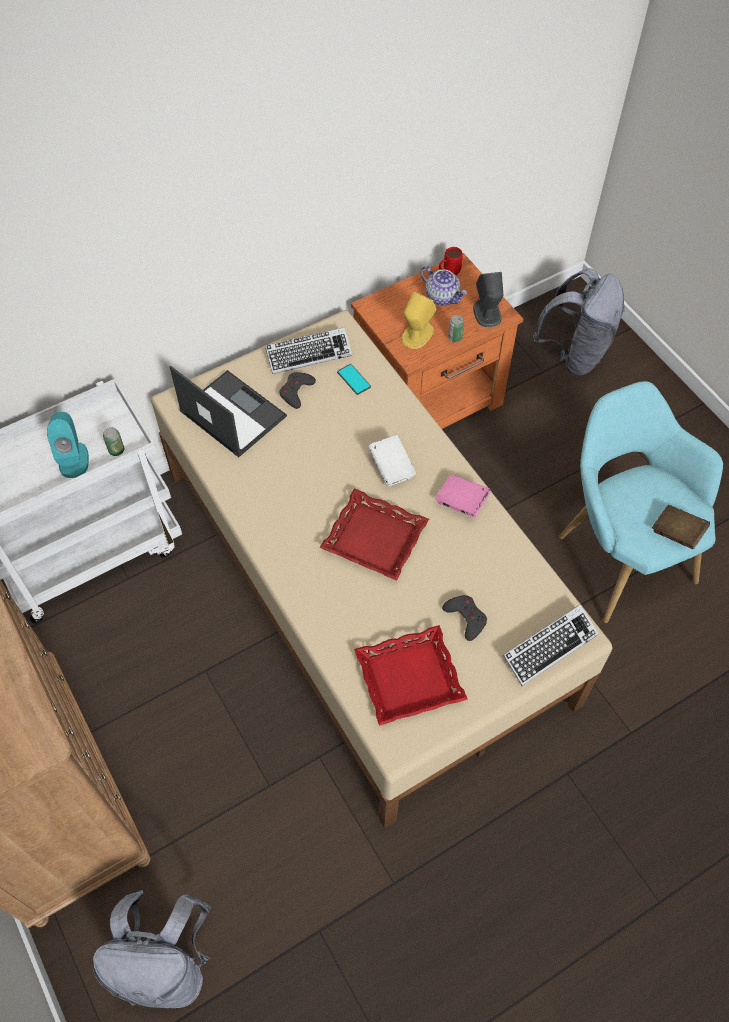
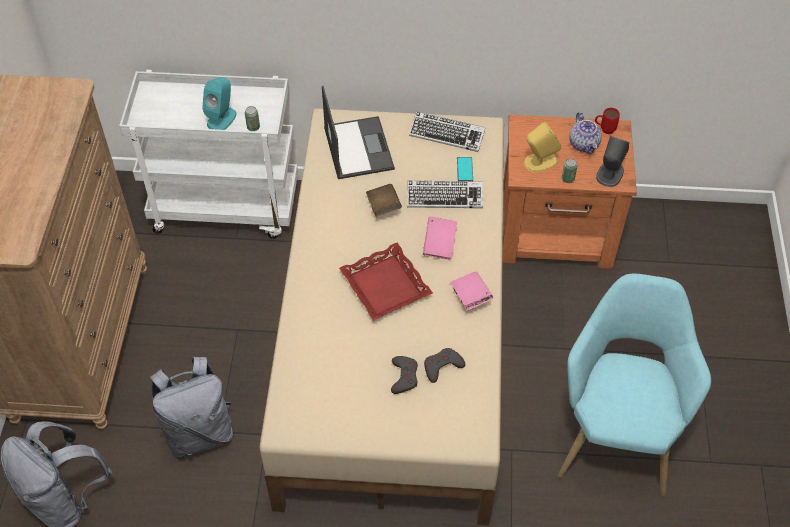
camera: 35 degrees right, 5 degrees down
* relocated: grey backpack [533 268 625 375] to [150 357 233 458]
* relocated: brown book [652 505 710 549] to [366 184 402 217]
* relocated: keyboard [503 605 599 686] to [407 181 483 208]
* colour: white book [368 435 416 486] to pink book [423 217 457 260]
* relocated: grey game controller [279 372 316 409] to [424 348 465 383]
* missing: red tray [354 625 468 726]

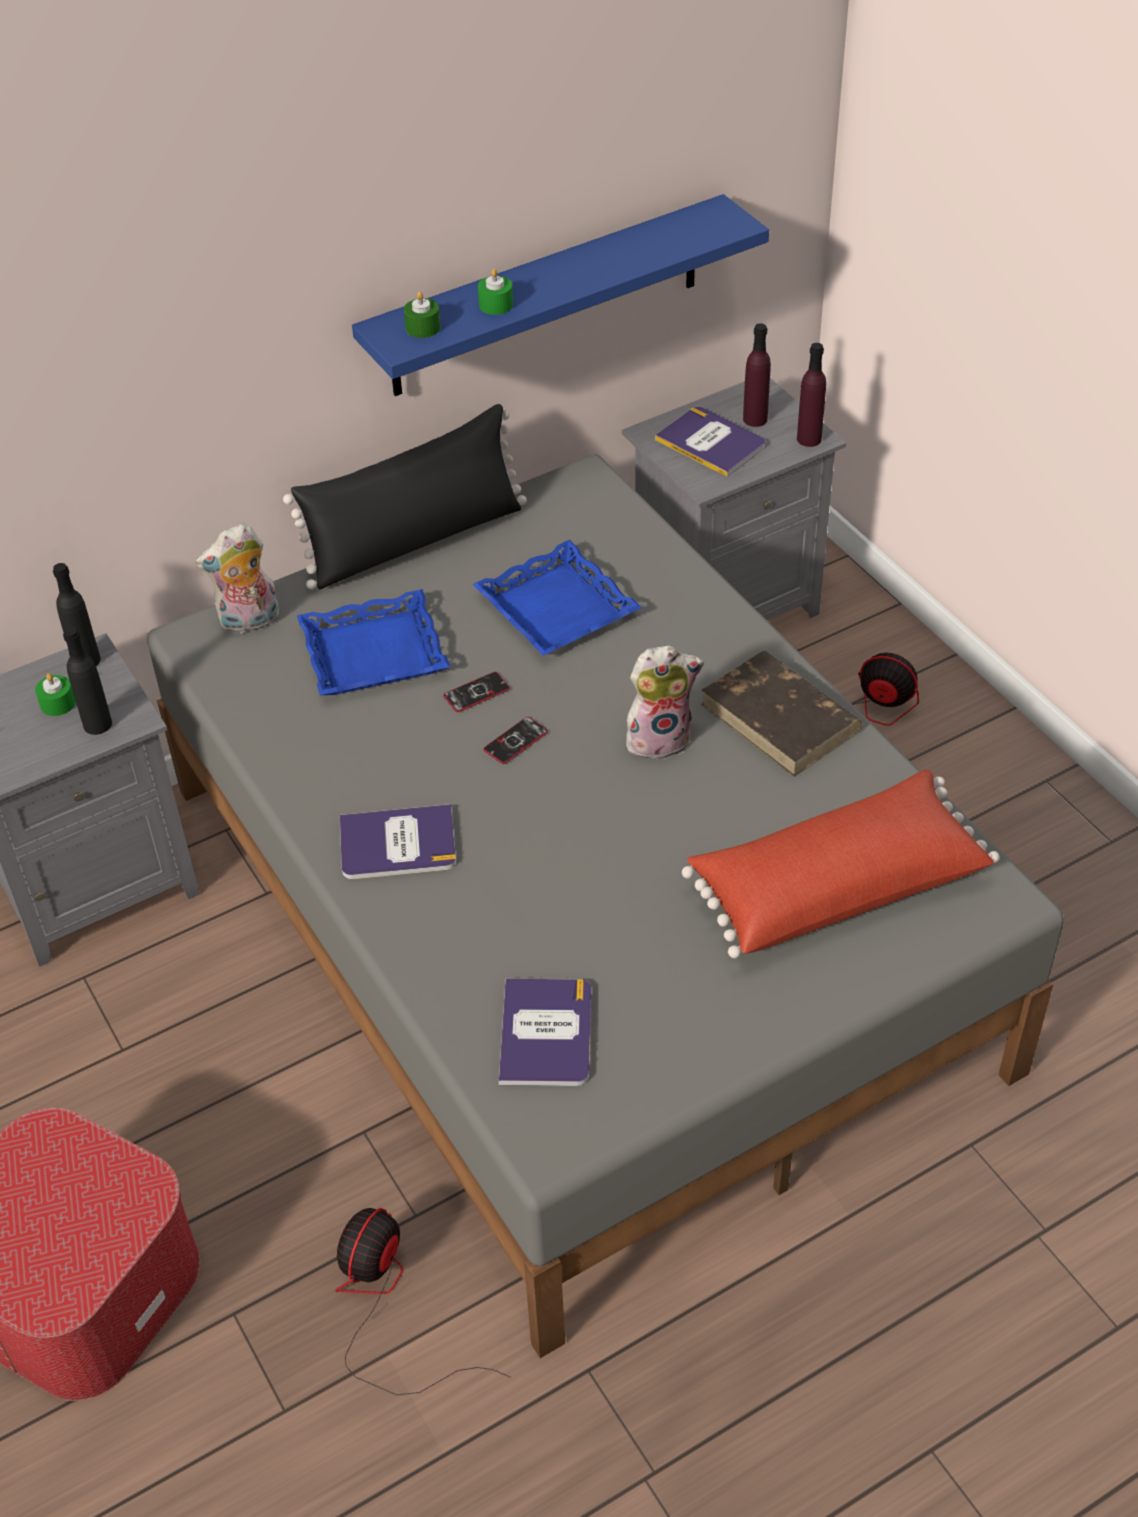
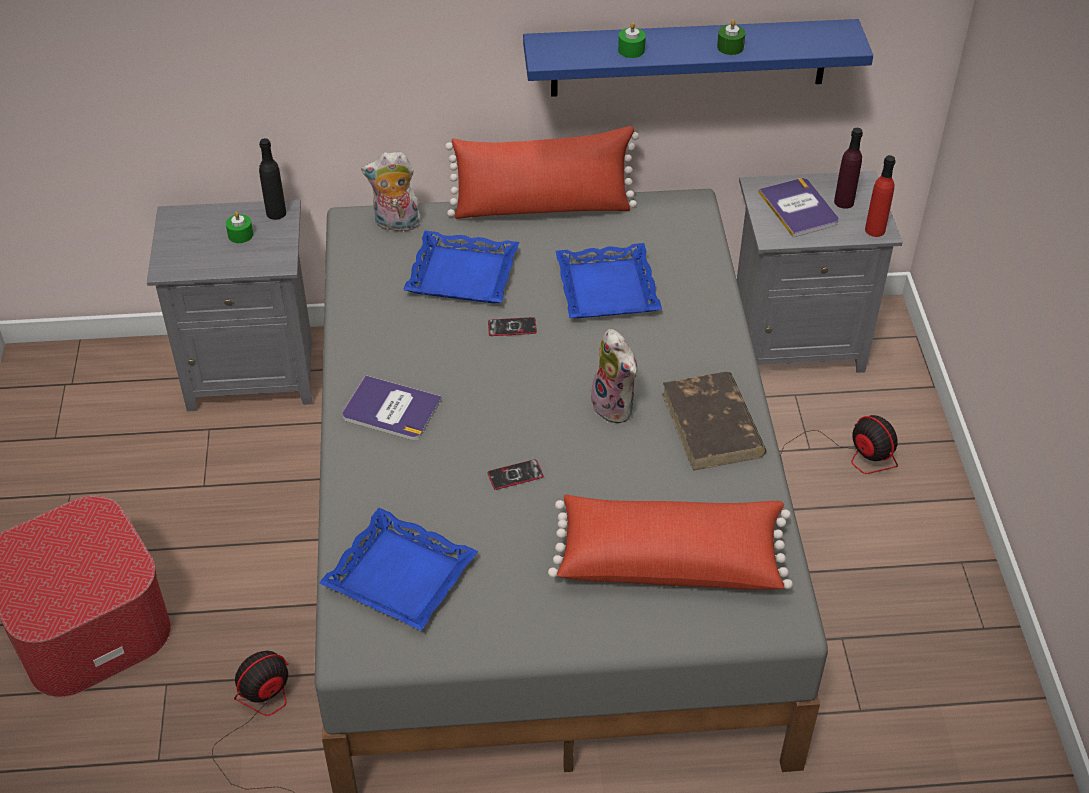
camera: 25 degrees right, 0 degrees up
* exchanged: book [498 979 591 1086] to blue tray [319 508 478 631]
* colour: black pillow [283 404 527 590] to red pillow [445 126 639 219]
* relocated: phone [483 717 548 764] to [488 459 544 490]
* spun: plush toy [626 646 704 760] = [591 329 637 423] 45 degrees clockwise
* relocated: green candle [404 291 440 338] to [717 19 745 55]
* colour: purple bottle [797 343 826 447] to red bottle [865 155 896 237]
* missing: black bottle [63 626 112 735]

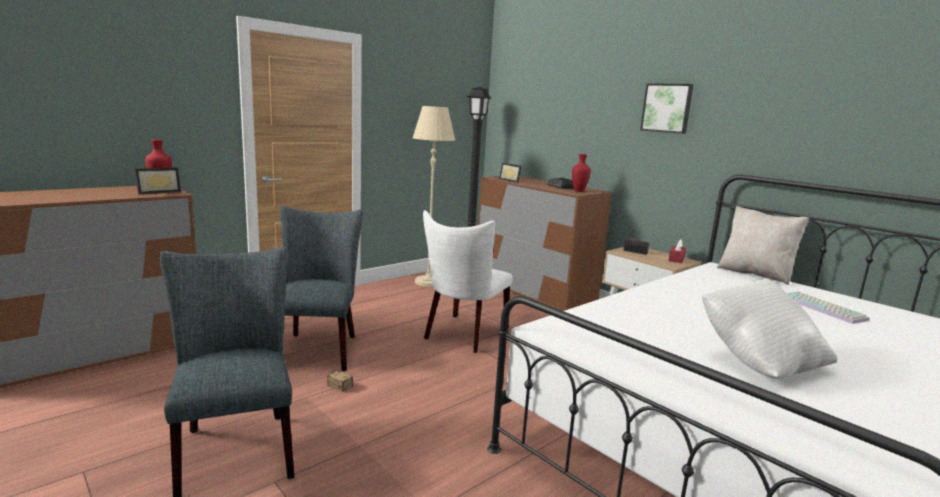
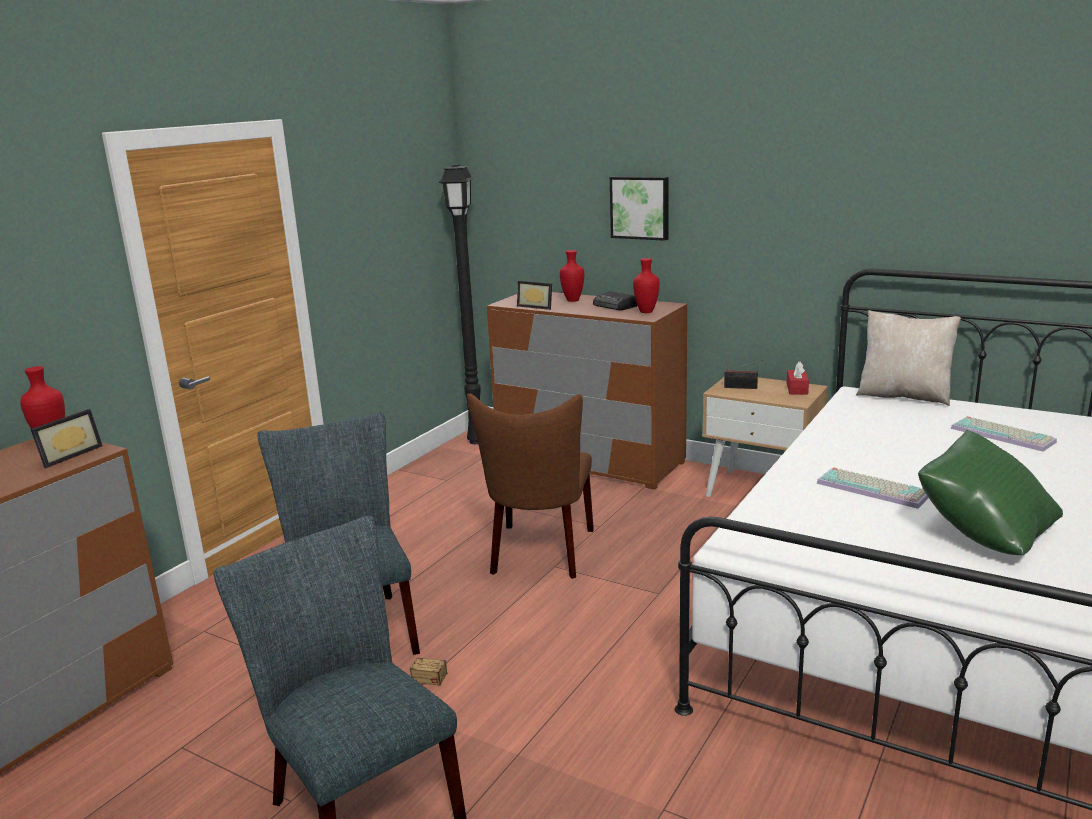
camera: 15 degrees left, 5 degrees up
* colour: white chair [423 210 513 353] to brown chair [467 393 594 579]
* appeared: red vase [560 250 584 302]
* relocated: picture [640 83 694 134] to [610 176 668 241]
* appeared: keyboard [817 467 929 509]
* colour: white pillow [702 278 837 379] to green pillow [918 430 1063 555]
* missing: beige floor lamp [413 106 455 287]

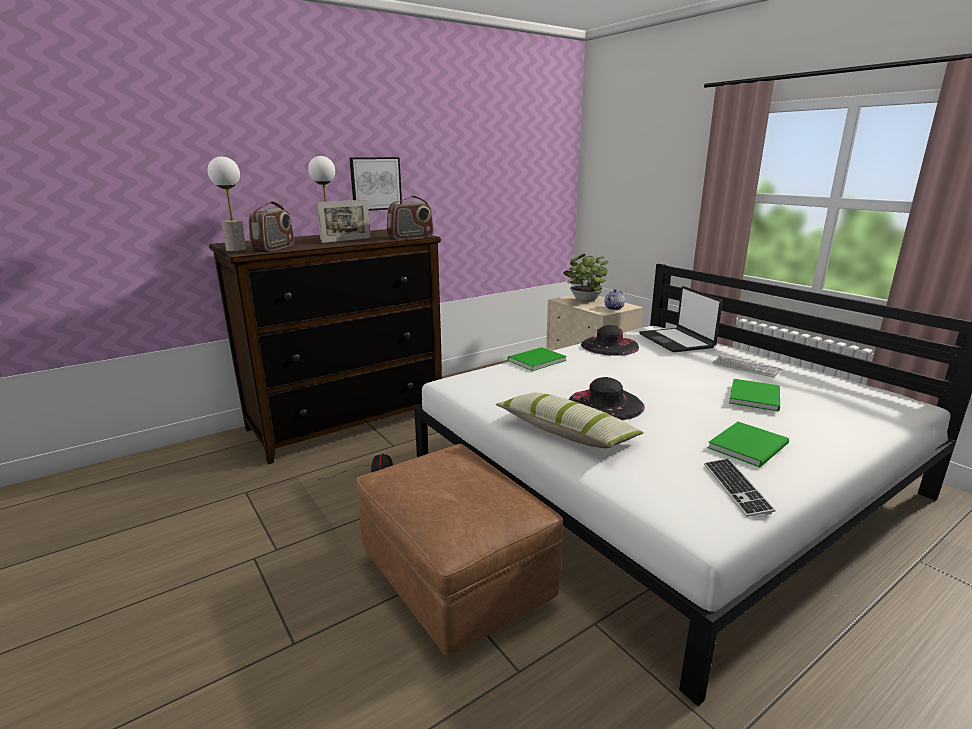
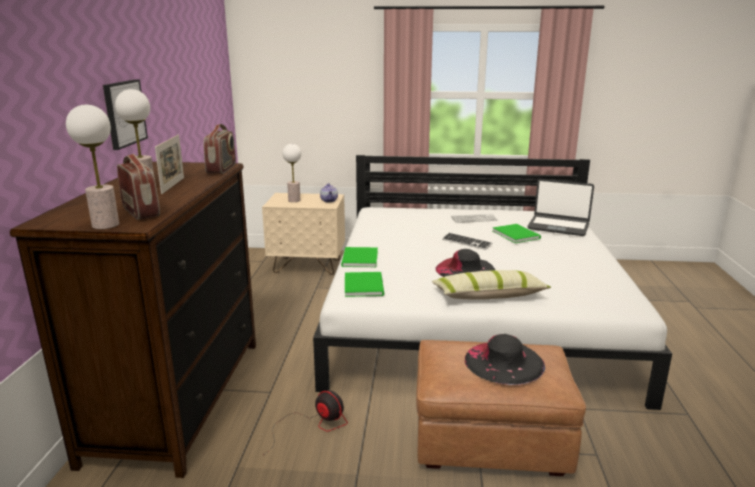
camera: 50 degrees left, 0 degrees up
* exchanged: potted plant [563 254 609 302] to table lamp [282 144 301 202]
* relocated: green book [708 422 789 467] to [345 272 384 297]
* relocated: keyboard [704 459 776 517] to [442 233 492 250]
* relocated: black hat [581 325 639 356] to [465 334 545 385]
* relocated: laptop [639 286 723 352] to [527 179 594 236]

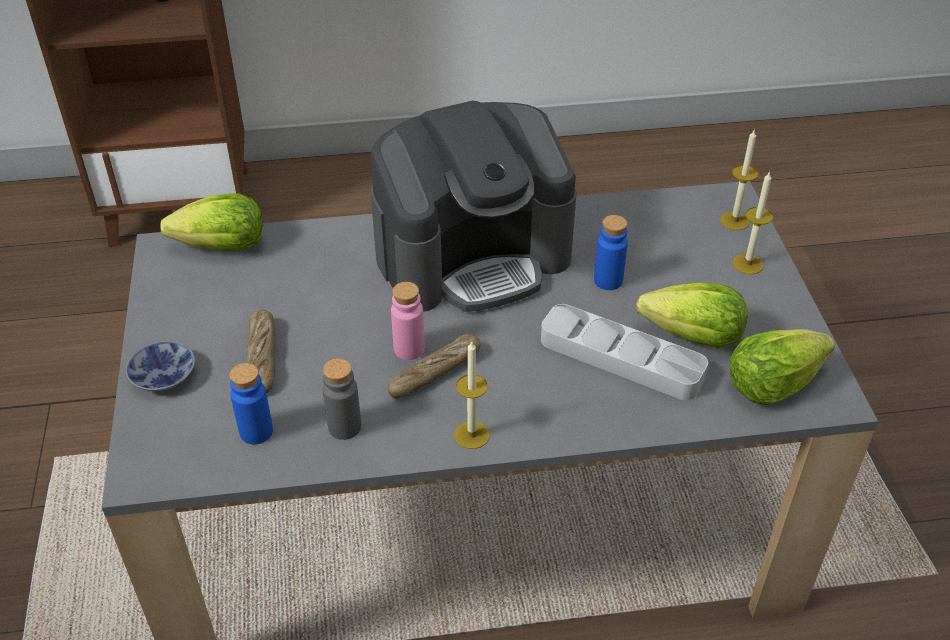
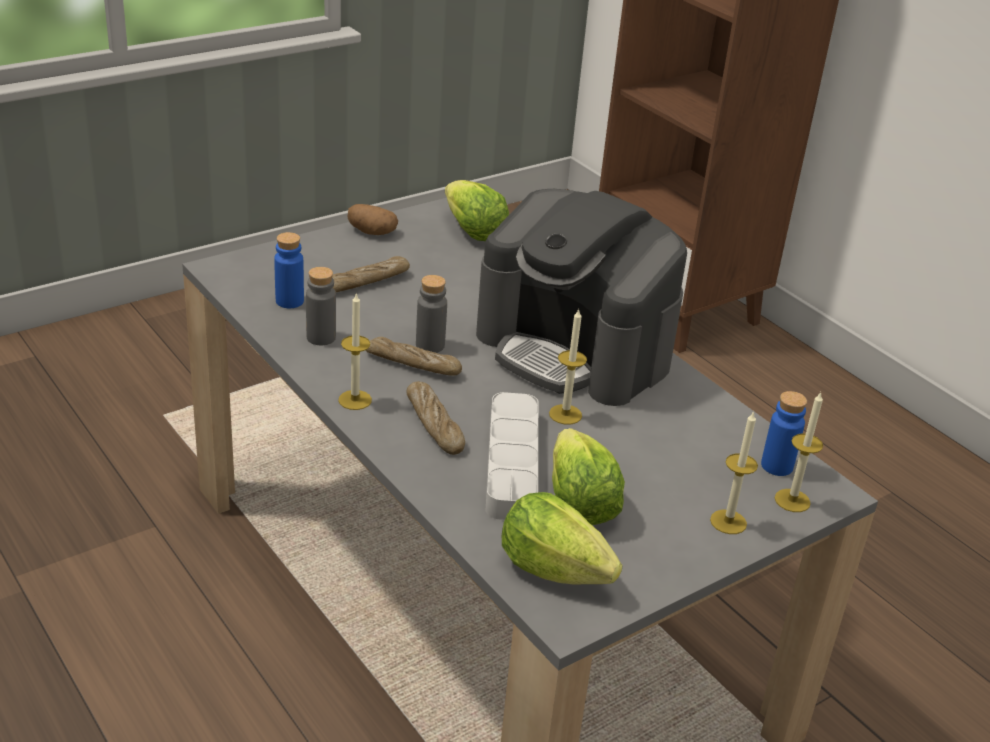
camera: 60 degrees right, 10 degrees down
* appeared: potato [347 204 398 235]
* appeared: bread [407 381 465 455]
* colour: pink bottle [391 282 425 360] to grey bottle [416 275 447 353]
* appeared: candle [549 308 587 425]
* relocated: blue bottle [594 215 628 290] to [761 391 807 476]
* missing: bowl [126 341 195 391]

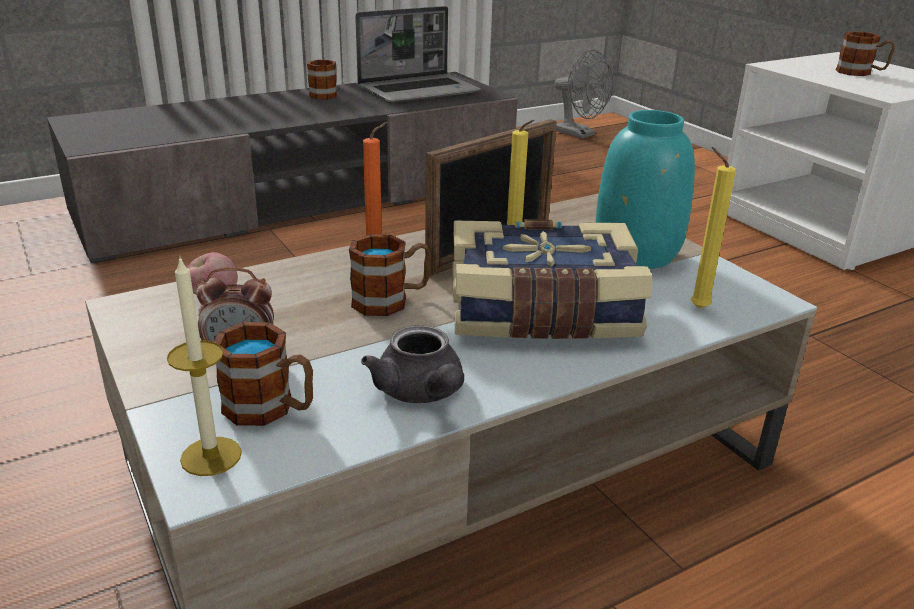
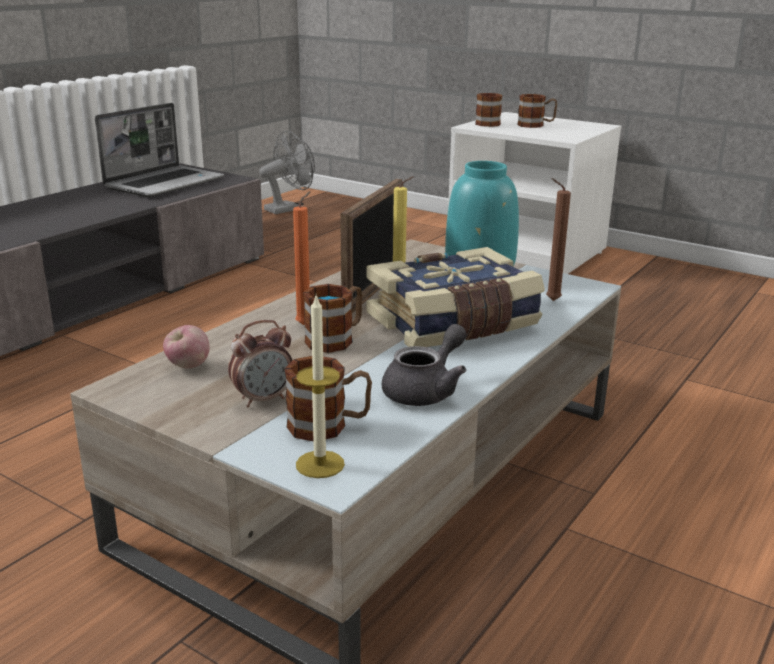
camera: 25 degrees left, 5 degrees down
* spun: grey fan [554 50 614 139] = [259 131 315 214] 60 degrees counterclockwise
* spun: grey teapot [361 325 464 403] = [382 324 467 406] 90 degrees counterclockwise
* relocated: mug [307 60 337 99] to [475 93 502 127]
* colour: yellow candle [691 147 736 309] to brown candle [546 178 571 301]

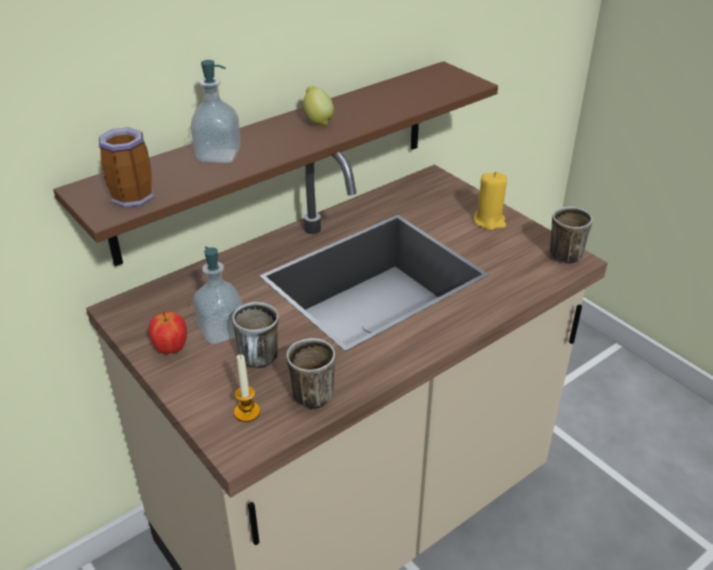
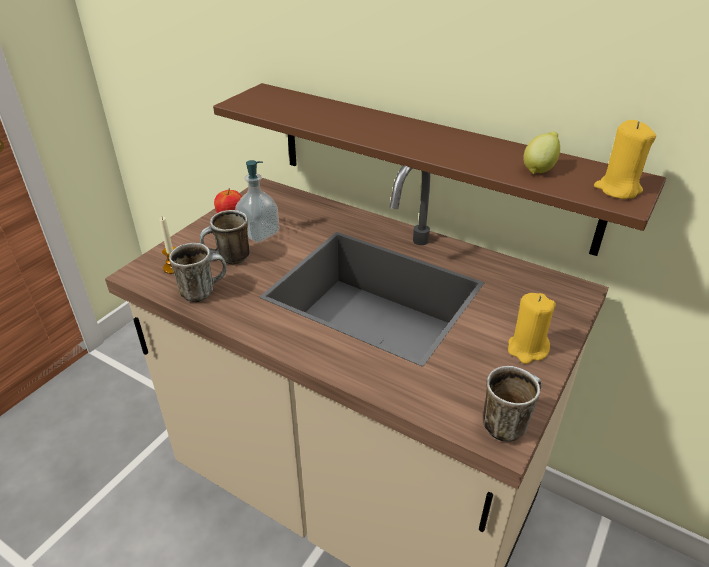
camera: 70 degrees right, 0 degrees up
* relocated: lemon [303 85 334 125] to [523 132 560 174]
* appeared: yellow candle [594 120 656 199]
* missing: mug [99 127 153 208]
* missing: soap dispenser [191 60 241 163]

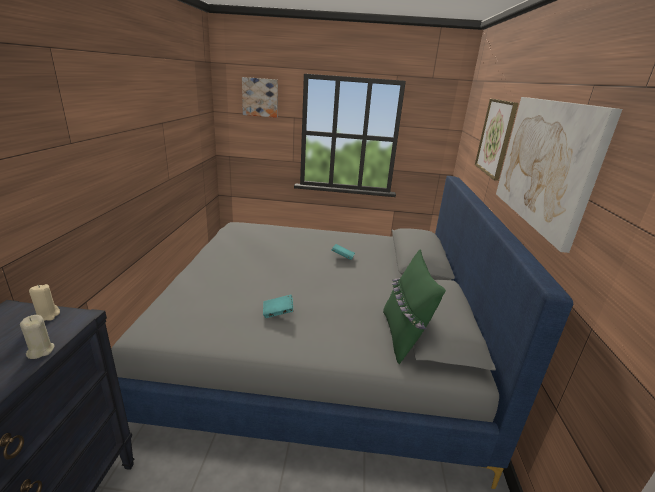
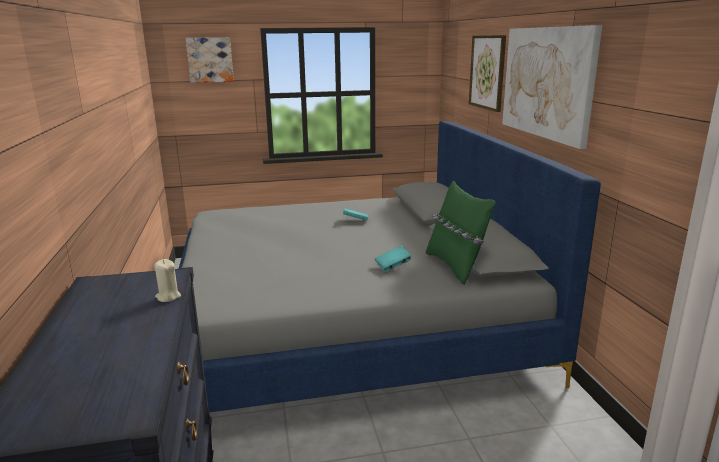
camera: 15 degrees left, 5 degrees down
* relocated: turquoise book [263 294 293 318] to [375 246 412 272]
* missing: beige candle [29 284 60 321]

